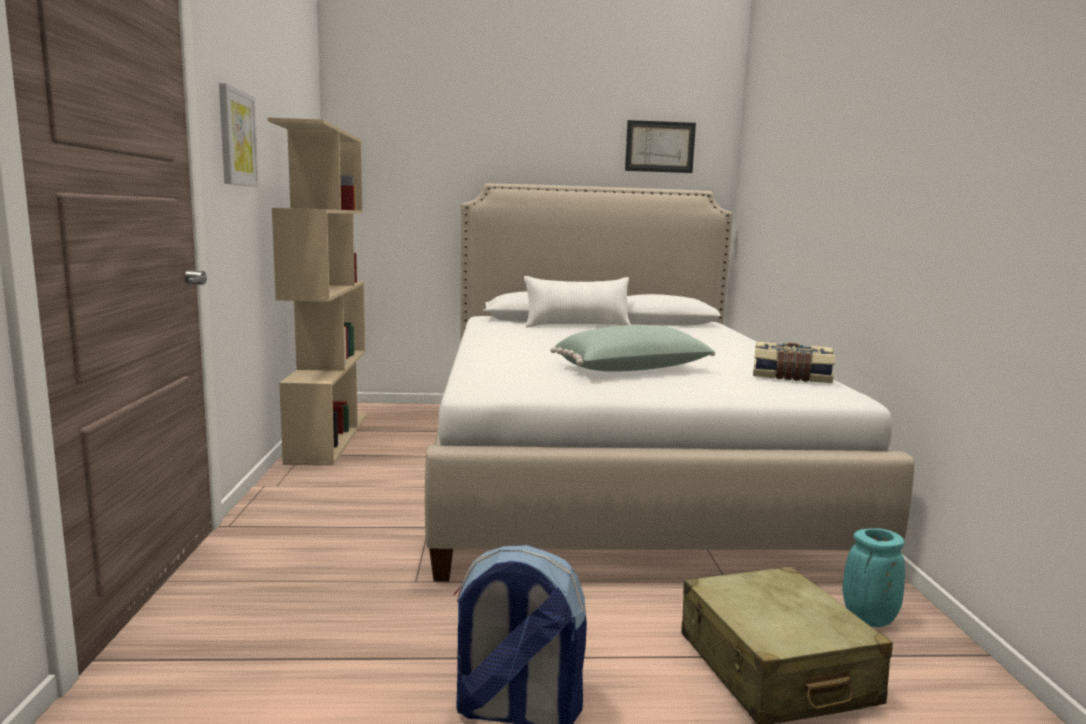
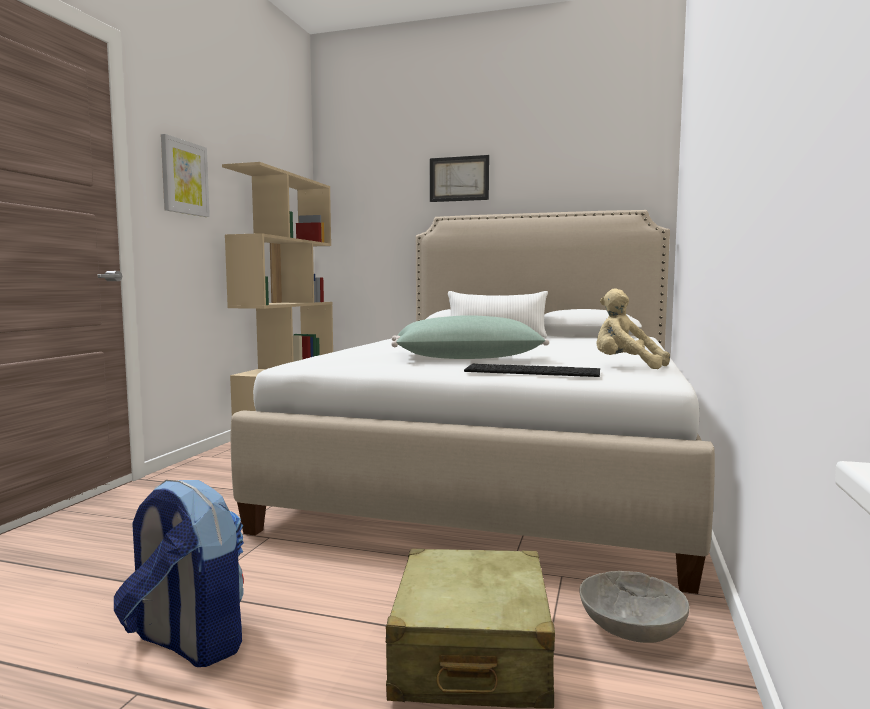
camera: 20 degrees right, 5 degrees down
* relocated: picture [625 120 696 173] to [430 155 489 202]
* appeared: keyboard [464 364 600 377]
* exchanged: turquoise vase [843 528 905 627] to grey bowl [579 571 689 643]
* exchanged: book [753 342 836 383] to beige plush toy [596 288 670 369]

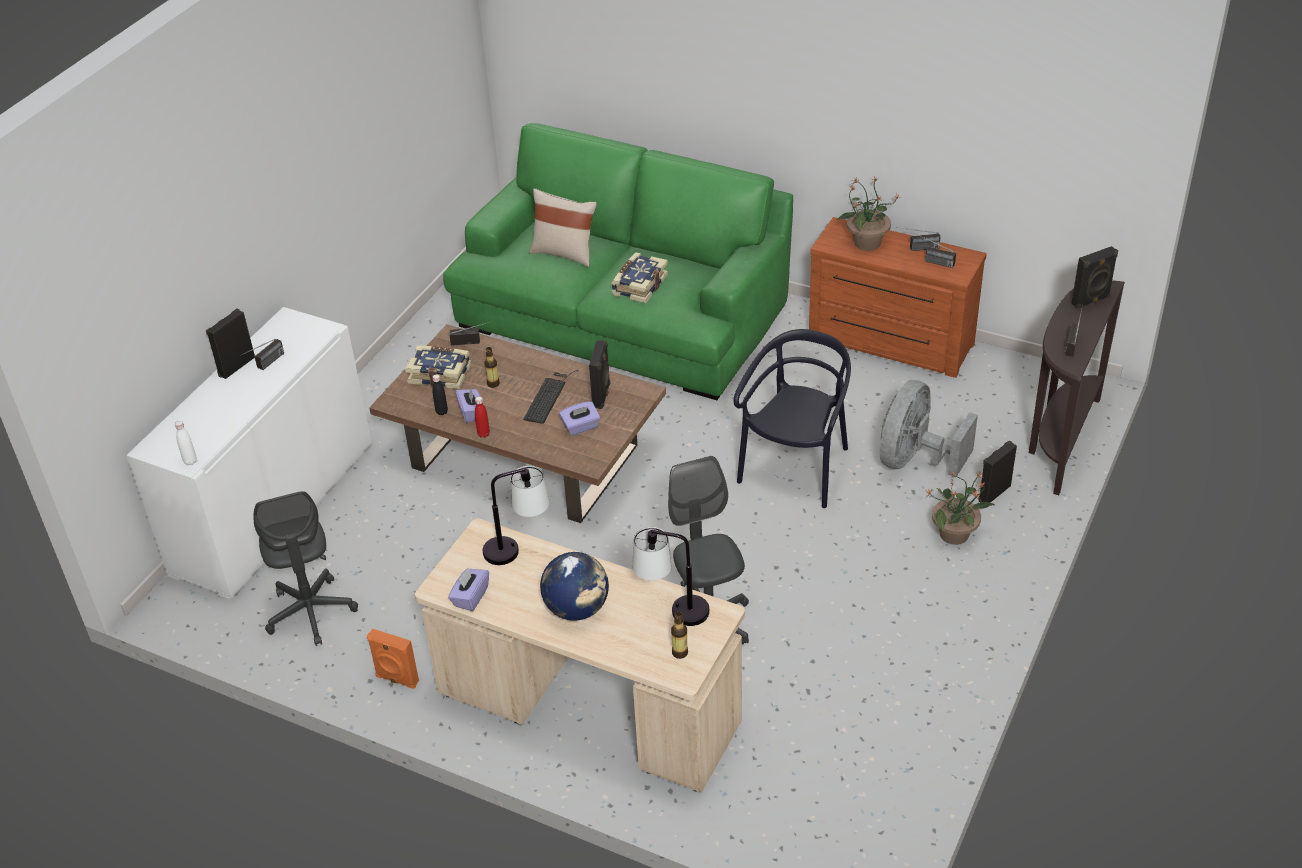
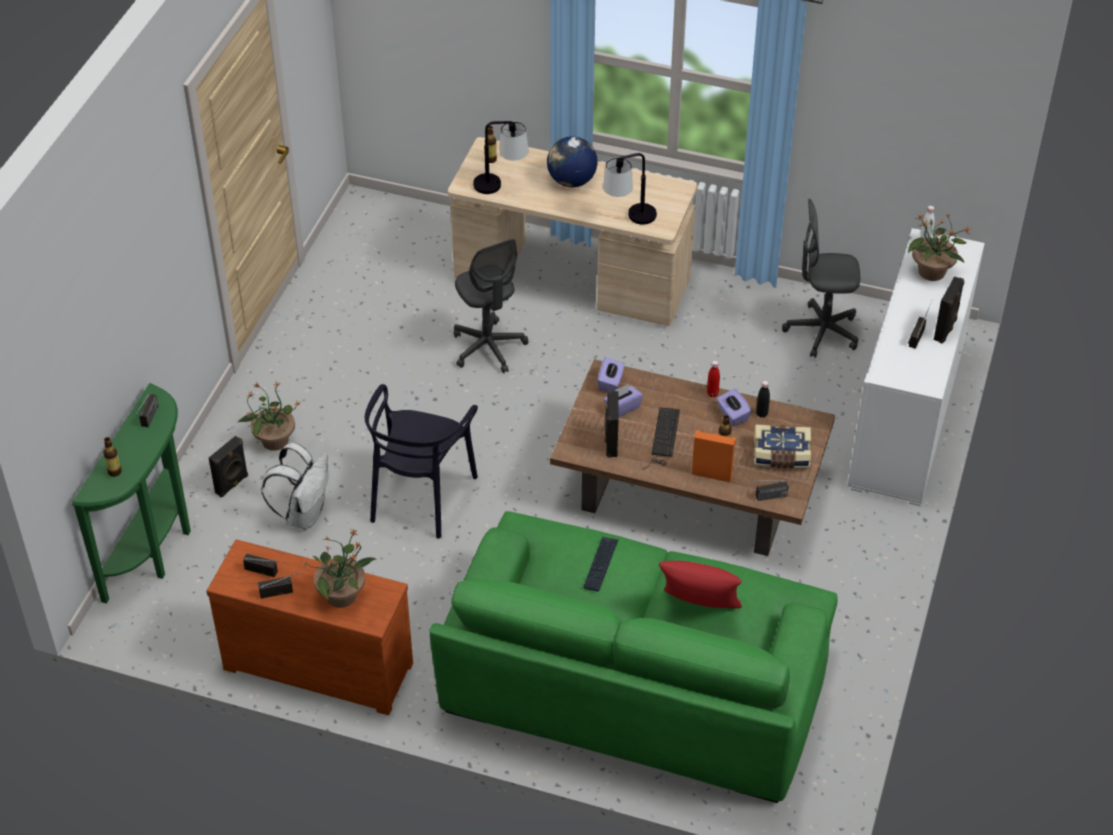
camera: 170 degrees right, 5 degrees up
* colour: brown console table [1029 280 1125 495] to green console table [72 383 191 604]
* exchanged: black speaker [1071 246 1118 309] to bottle [103 437 122 477]
* exchanged: grey fan [880 380 978 477] to white backpack [261 443 329 530]
* exchanged: book [611 252 668 303] to keyboard [583 537 619 591]
* relocated: purple tissue box [448 567 489 611] to [597 357 625 392]
* colour: beige pillow [529 188 597 267] to red pillow [659 561 742 608]
* relocated: orange speaker [367 629 419 689] to [692 430 736 482]
* spun: grey office chair [253 491 358 646] = [782 199 860 358] 60 degrees counterclockwise
* appeared: potted plant [908 213 971 281]

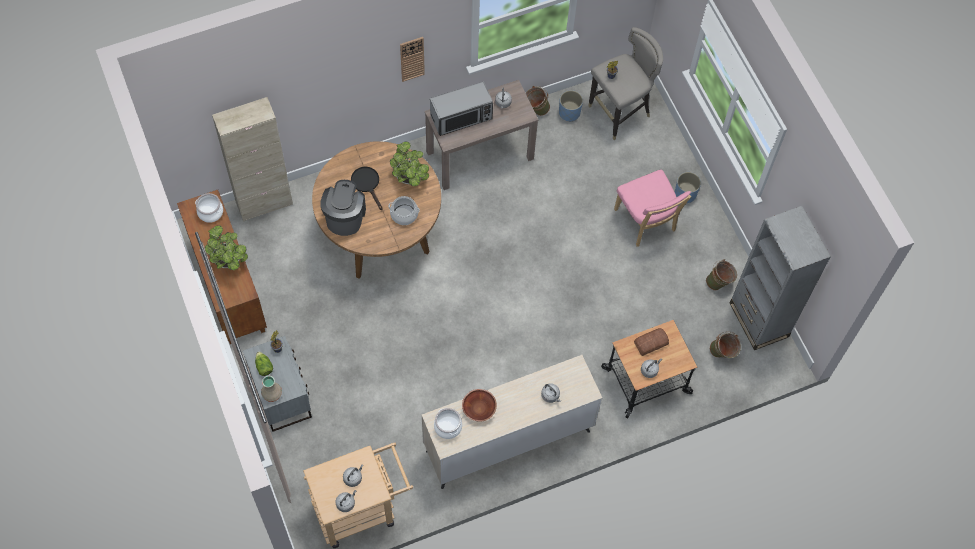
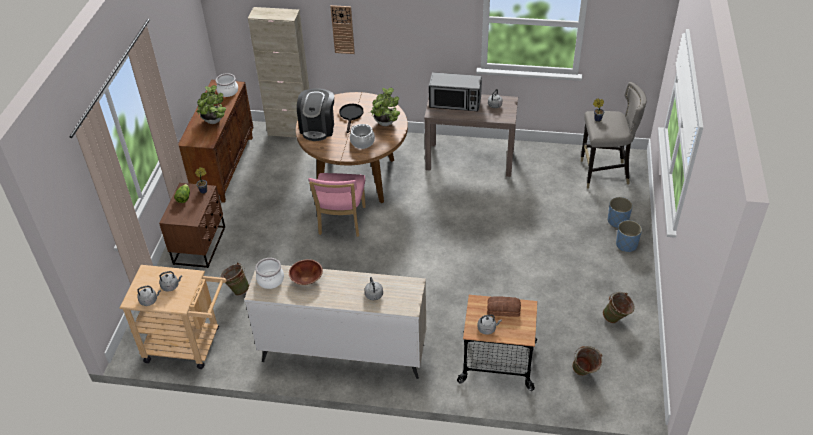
camera: 35 degrees right, 20 degrees down
* colour: grey nightstand [243 336 312 432] to brown nightstand [159 183 225 268]
* relocated: green bucket [526 86 550 116] to [220 262 249 296]
* spun: coffee machine [320 180 366 236] = [297 88 334 141] 150 degrees clockwise
* relocated: pink chair [614 170 691 247] to [308 173 366 237]
* relocated: wall clock [400 37 425 82] to [330 5 355 54]
* relocated: blue planter [559 90 583 122] to [608 197 633 228]
* missing: beige vase [261 376 282 402]
* missing: grey bookcase [730 206 831 350]

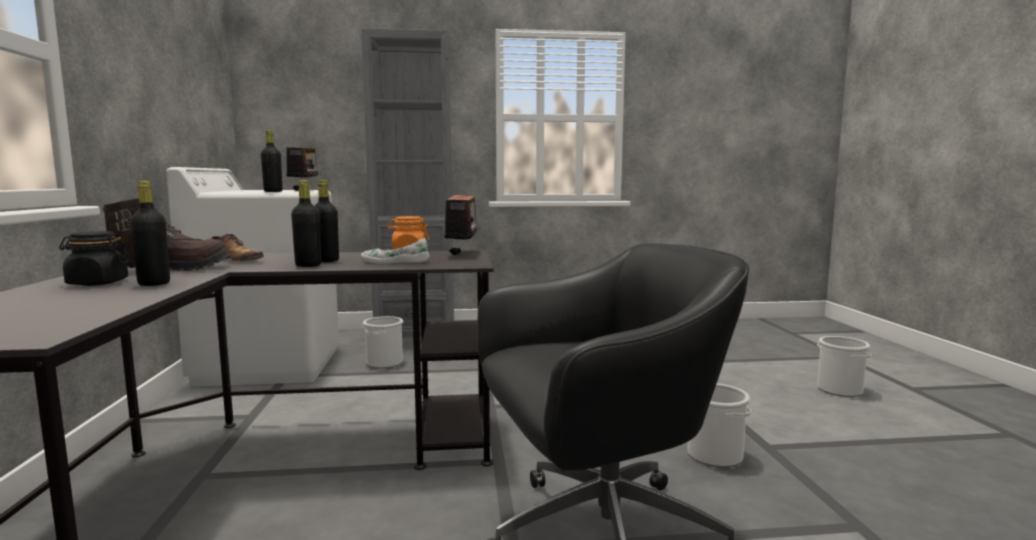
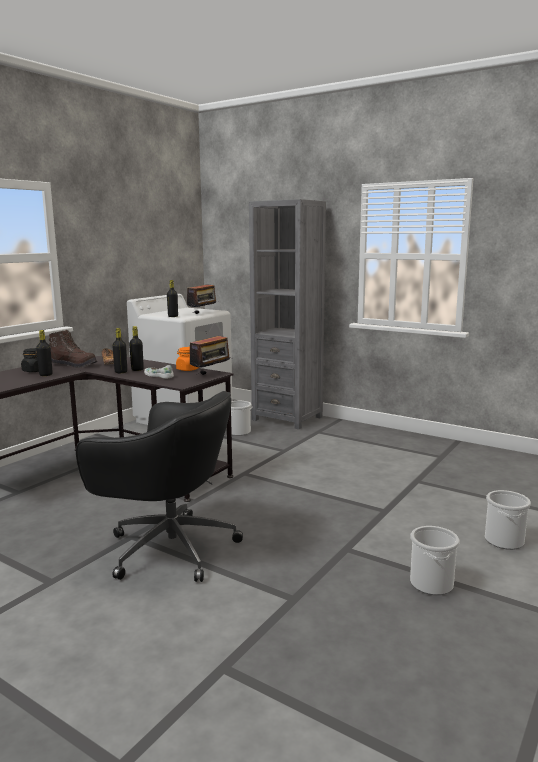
camera: 40 degrees right, 5 degrees up
* relocated: bucket [687 384 752 468] to [410 526 459 595]

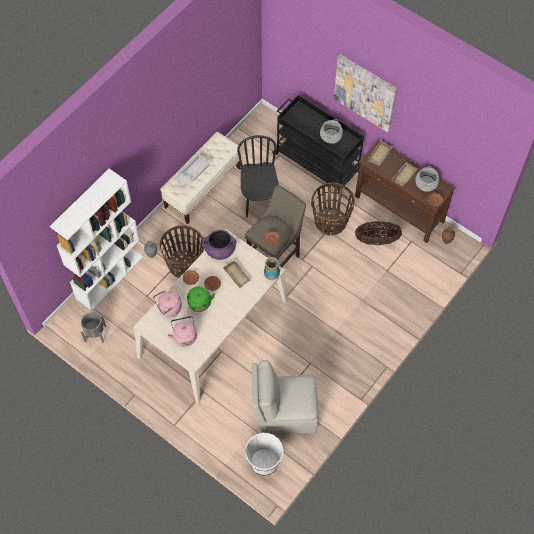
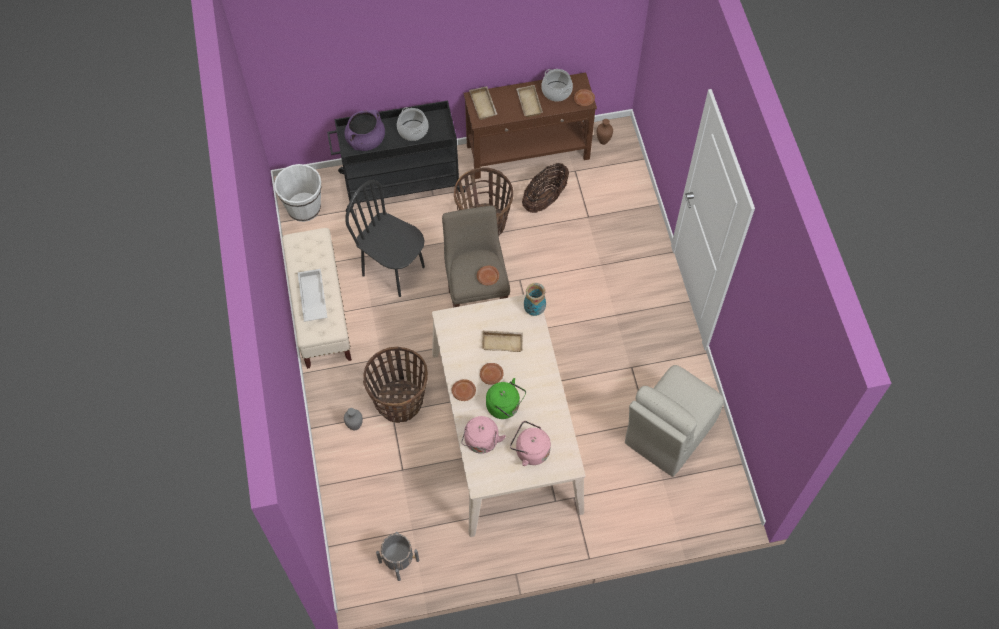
camera: 50 degrees left, 0 degrees up
* relocated: white bucket [245 433 284 476] to [274 164 321 222]
* relocated: purple cooking pot [202 230 236 260] to [344 110 385 151]
* missing: white bookcase [50 169 143 311]
* missing: picture [334 54 397 132]

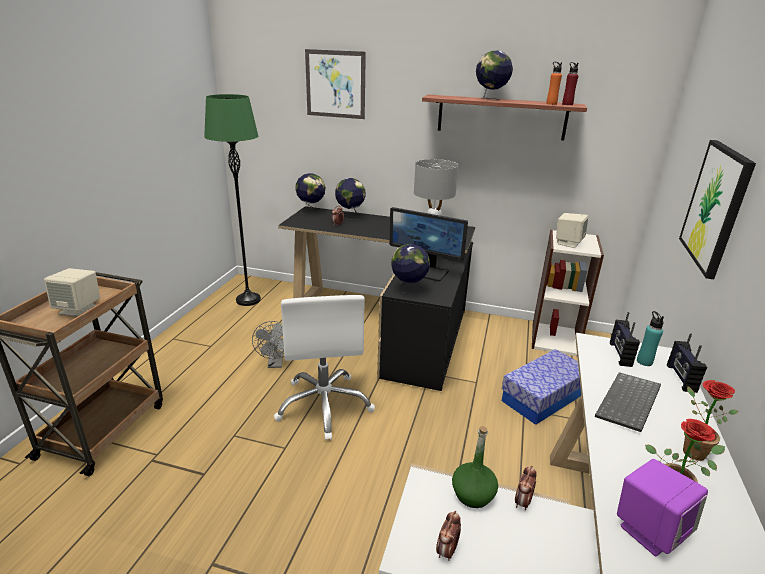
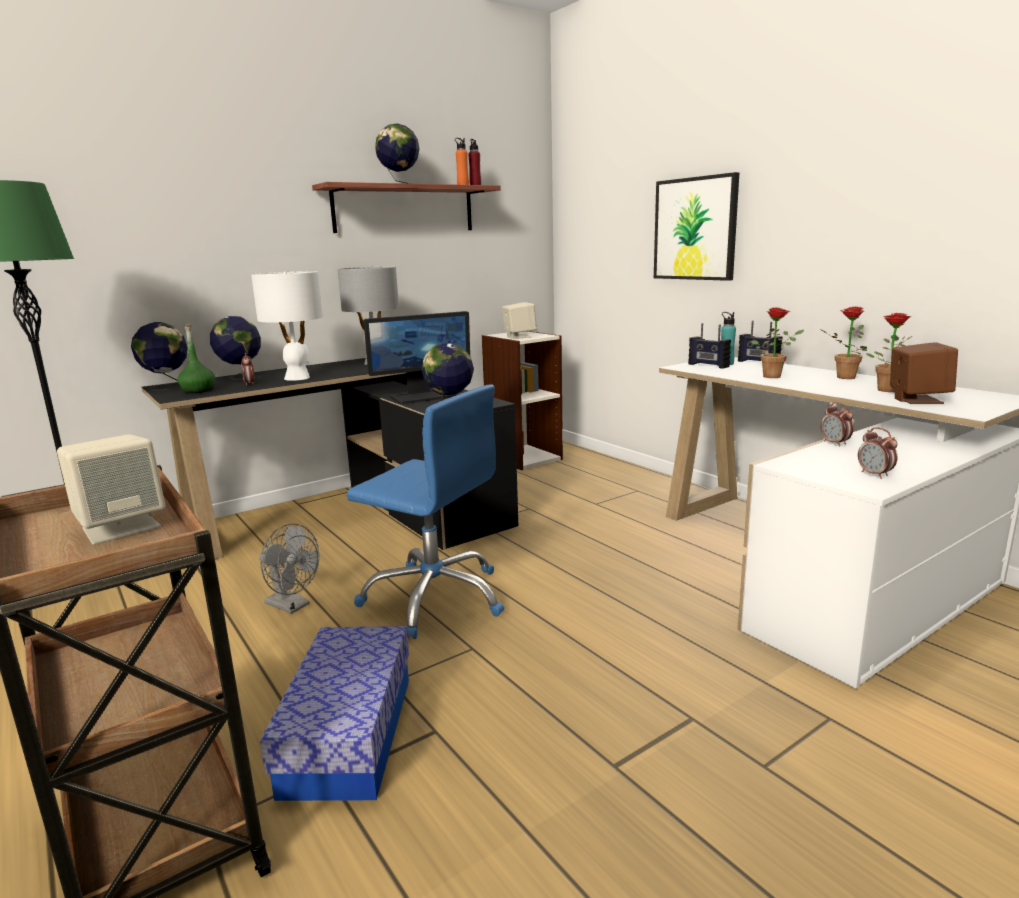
camera: 50 degrees left, 10 degrees down
* relocated: green bottle [452 426 498 508] to [177 324 215 393]
* appeared: white table lamp [251 271 323 381]
* relocated: storage box [502 349 581 425] to [260 626 409 801]
* colour: white office chair [274 295 375 440] to blue office chair [347 384 504 639]
* exchanged: keyboard [595 372 661 432] to potted plant [751 307 804 378]
* colour: purple speaker [617 459 708 557] to brown speaker [890 342 958 404]
* missing: picture [305 49 366 119]

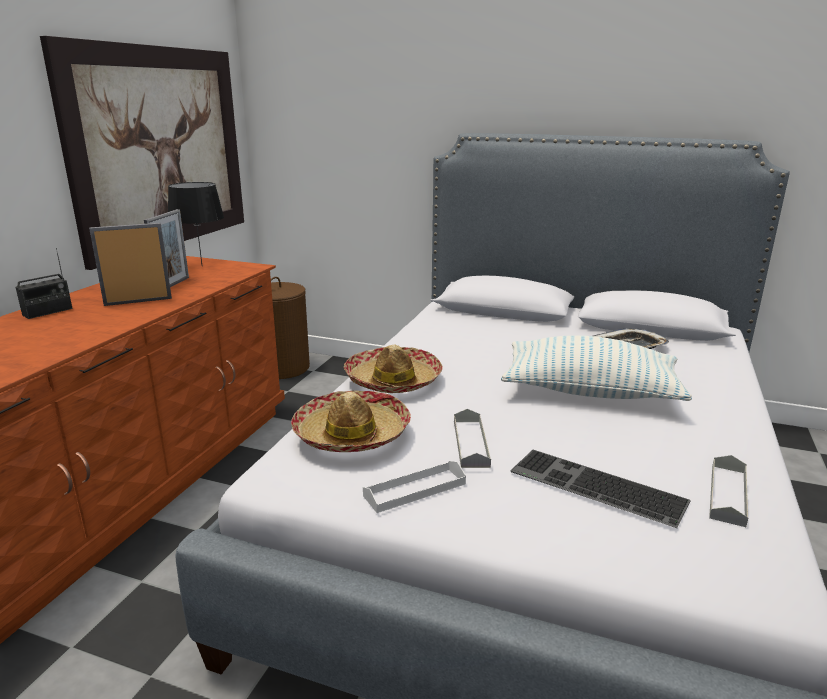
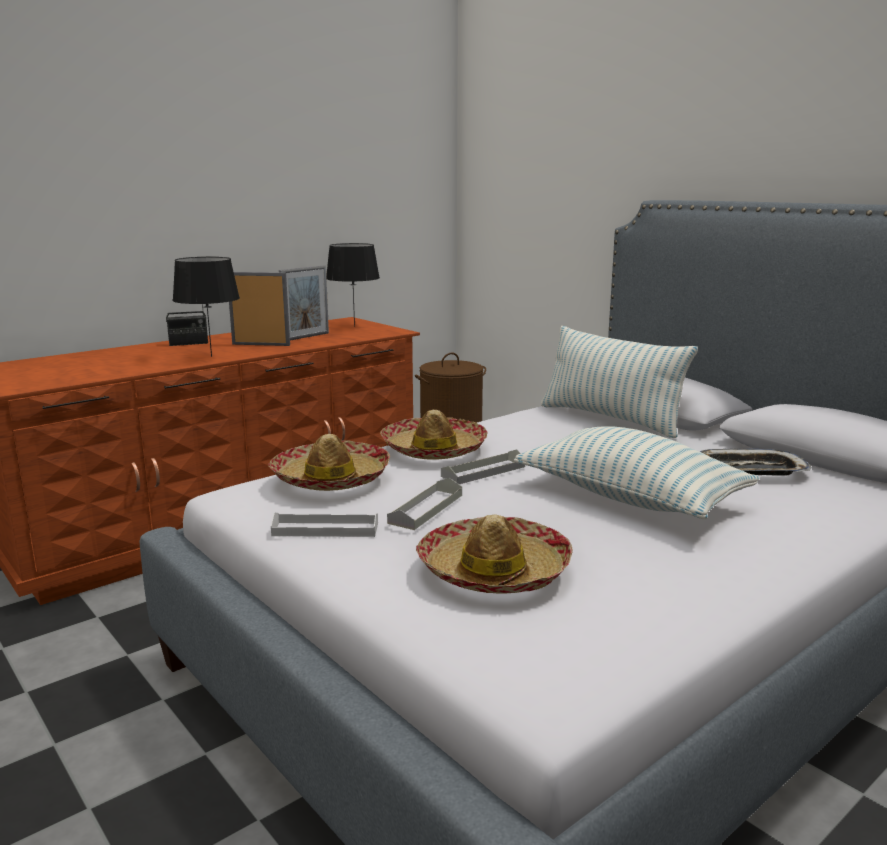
camera: 30 degrees right, 5 degrees down
* appeared: black table lamp [172 257 240 357]
* exchanged: keyboard [510 450 691 528] to hat [416 514 573 594]
* relocated: grey tray [709 455 748 527] to [441 449 525 484]
* appeared: pillow [541 326 698 438]
* missing: picture [40 36 244 270]

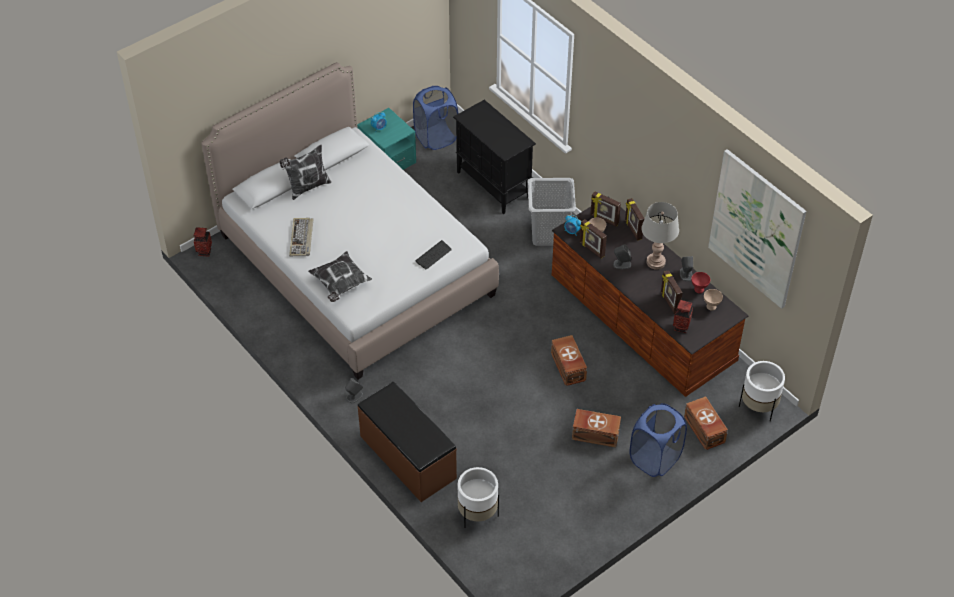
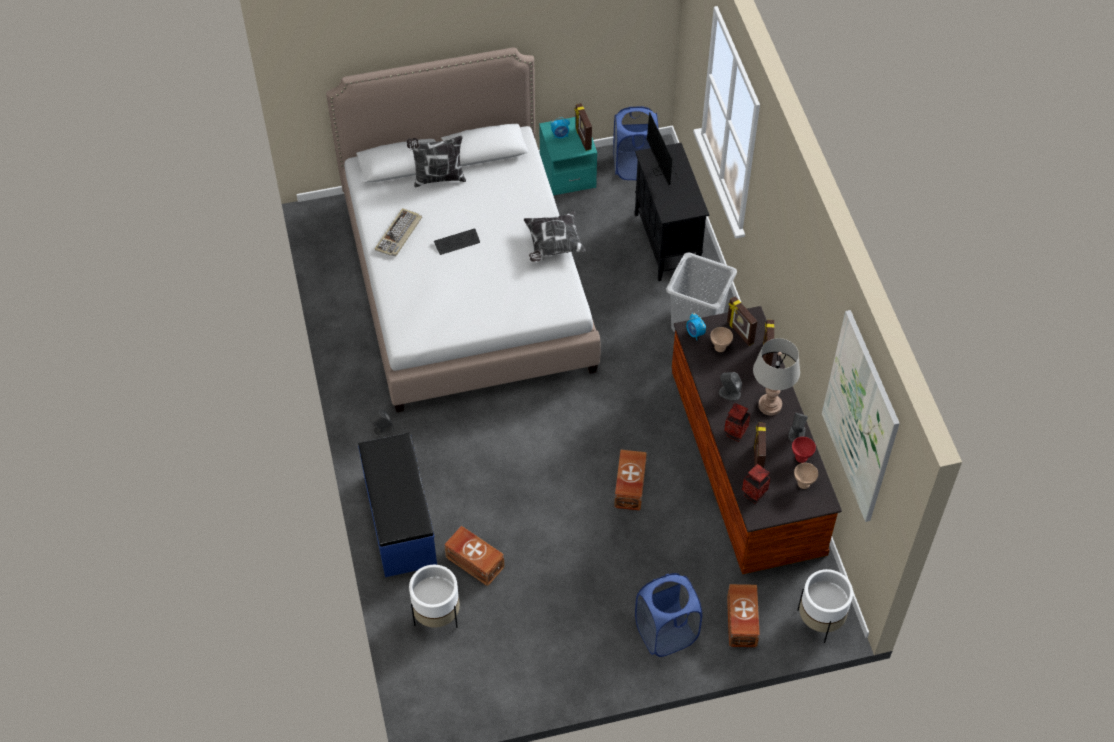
camera: 25 degrees right, 5 degrees up
* colour: brown bench [357 382 457 502] to blue bench [358 433 437 577]
* relocated: keyboard [415 240 452 270] to [434 229 480 255]
* relocated: brown storage box [572 409 621 447] to [444 526 504 586]
* relocated: pillow [308 251 372 302] to [524 211 586 262]
* relocated: picture frame [580 219 607 258] to [575 103 592 151]
* appeared: monitor [646 112 677 185]
* relocated: vase [194 228 212 257] to [725 403 750 442]

